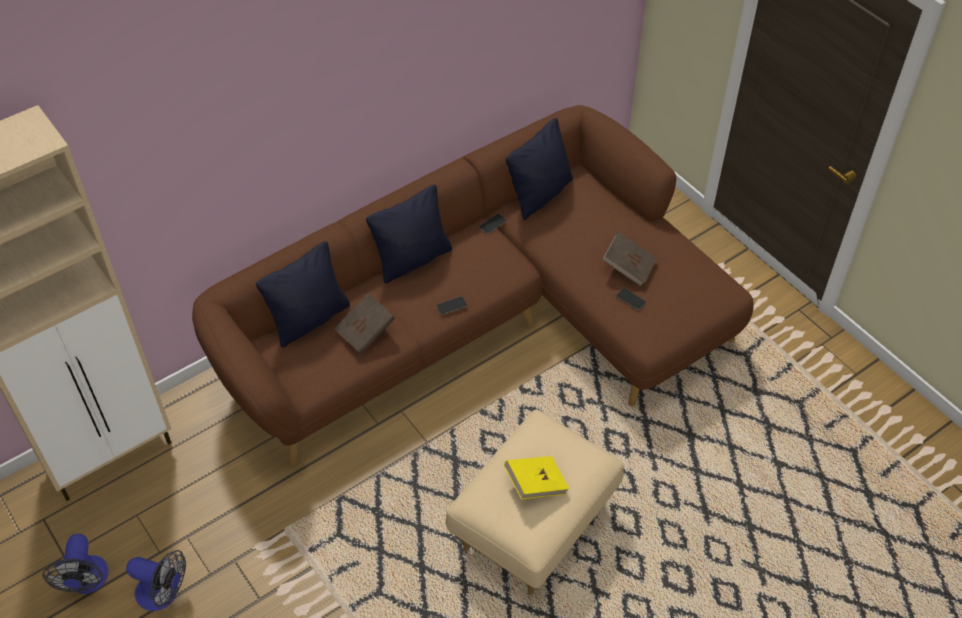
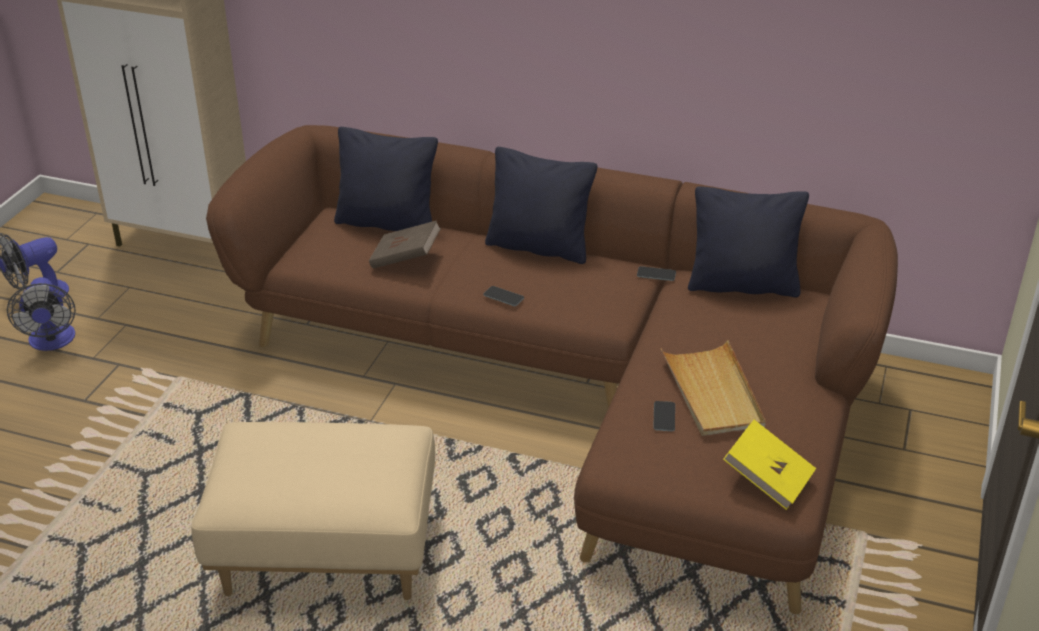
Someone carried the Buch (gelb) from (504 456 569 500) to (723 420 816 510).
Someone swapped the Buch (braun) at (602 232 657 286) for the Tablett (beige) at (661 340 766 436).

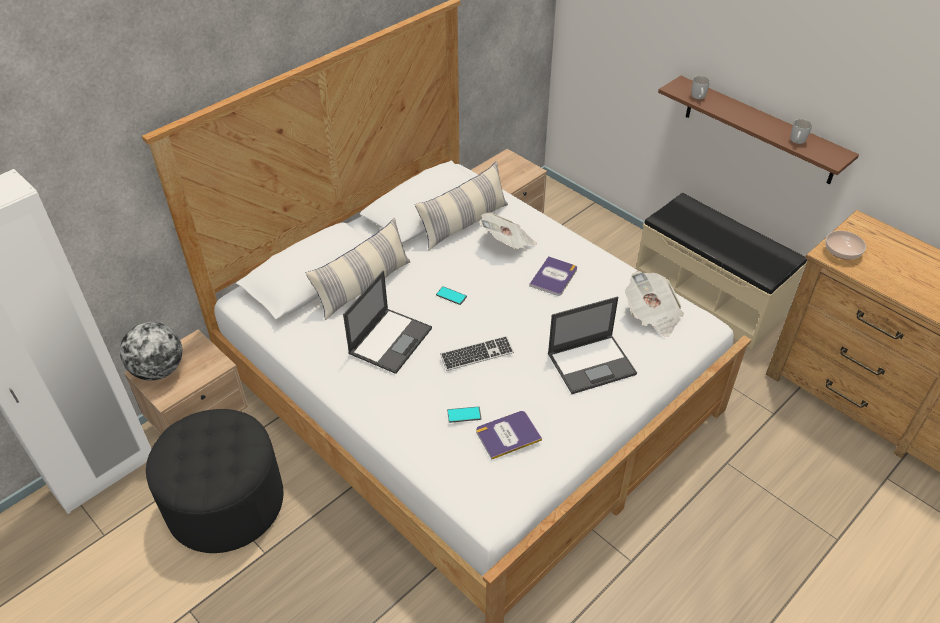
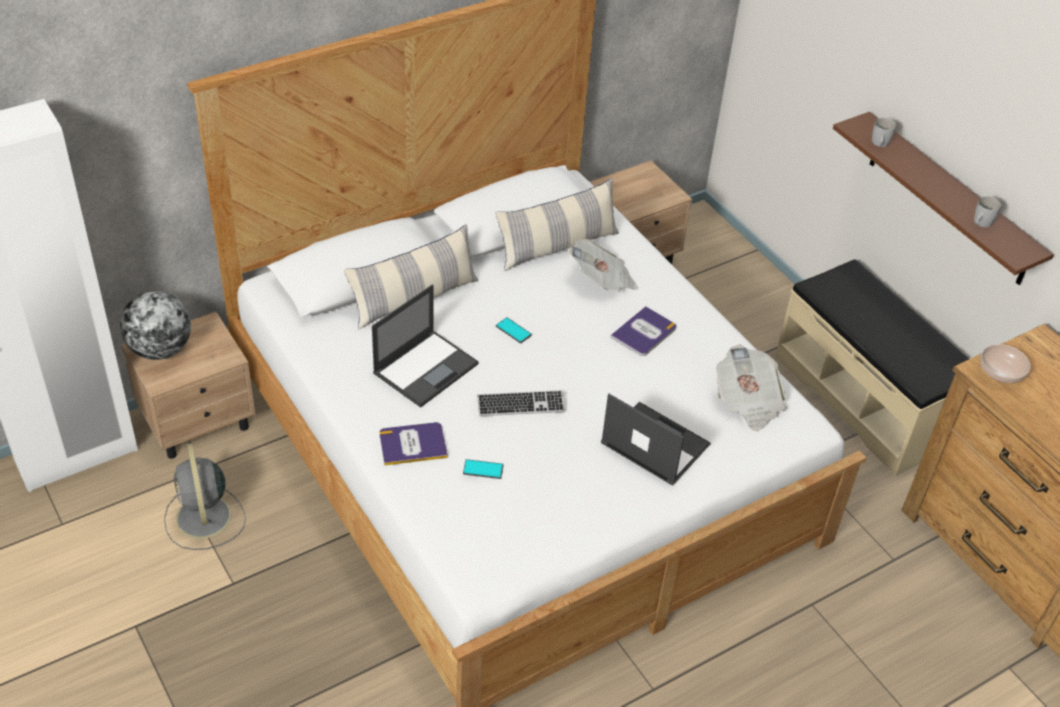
Someone swapped the Polsterhocker (schwarz) at (146 409 283 553) for the Ventilator (grau) at (164 443 246 550).
Someone carried the Buch from (476 411 542 460) to (379 422 448 466).
Someone rotated the Laptop at (548 297 637 394) by 135 degrees counterclockwise.

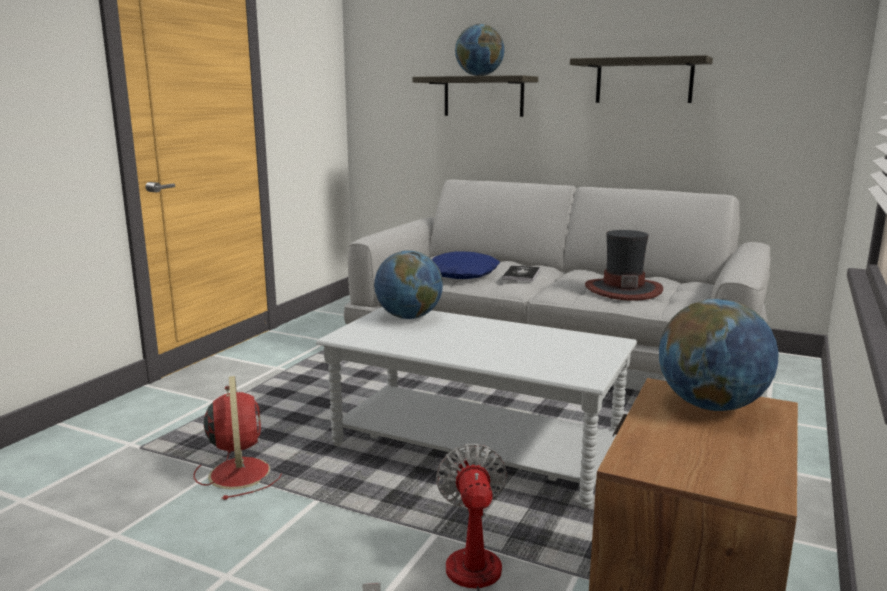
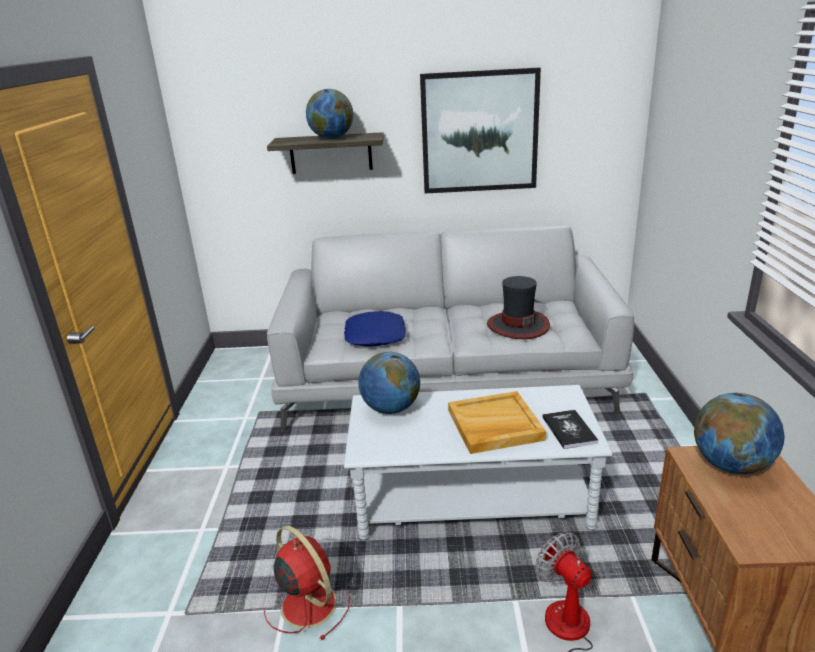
Someone carried the Buch from (502 265 540 282) to (542 410 598 449).
Someone swapped the Wandregal at (570 55 713 103) for the Bild at (420 67 541 193).
Someone put down the Tablett (beige) at (448 391 546 454).

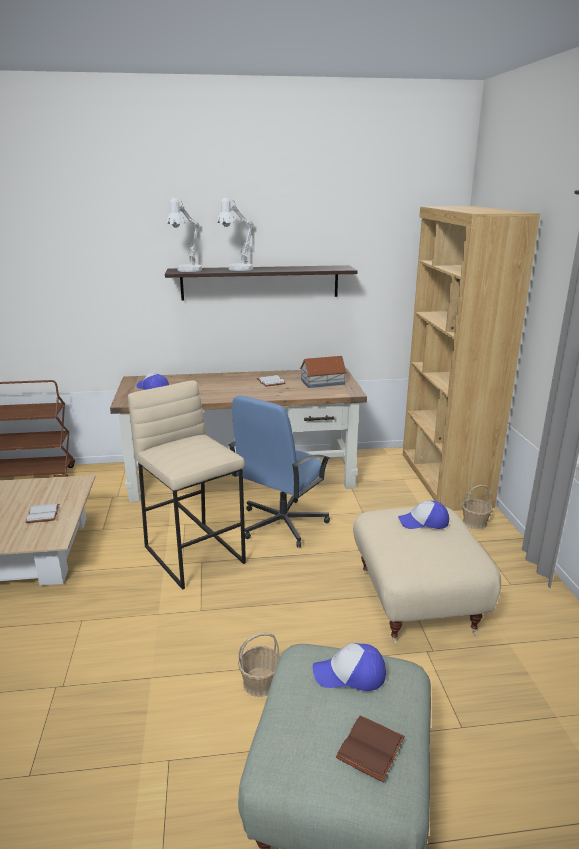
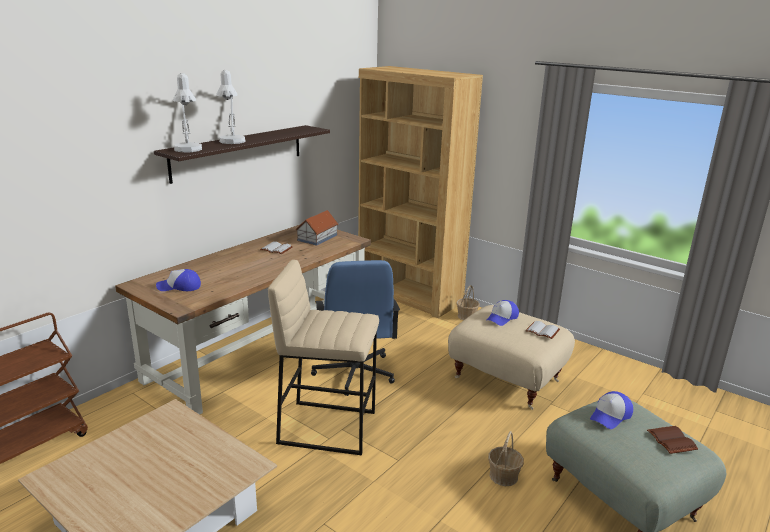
Someone carried the Buch (weiß) from (26 503 60 523) to (525 321 560 339).

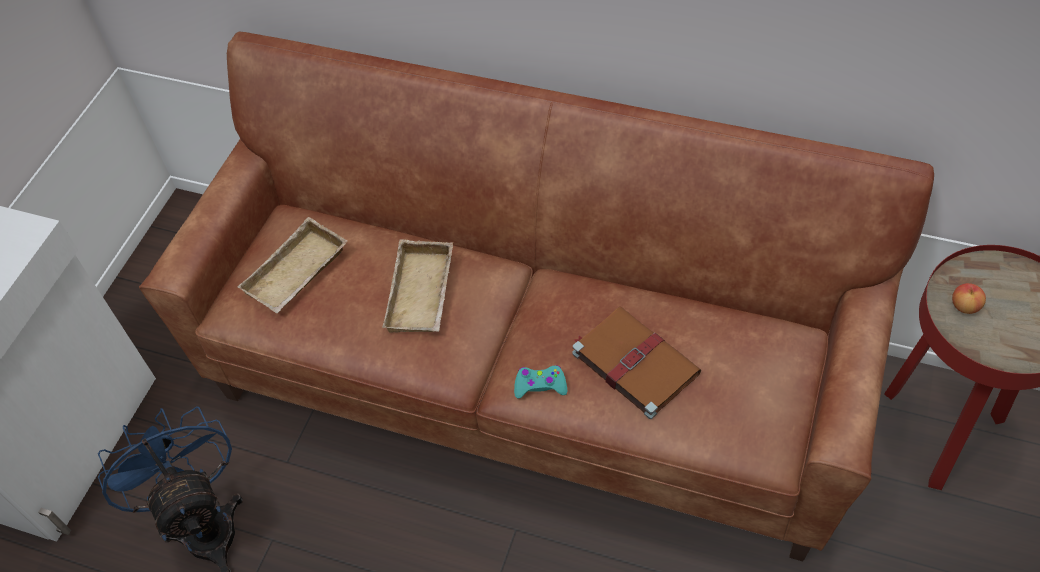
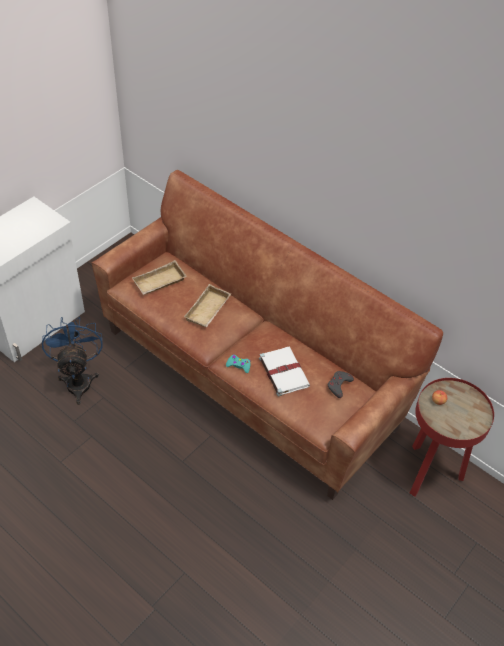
Someone repainted the Buch (braun) at (572 306 701 419), which became the Buch (weiß) at (259 347 310 396).
Someone put down the Gamepad (grau) at (328 371 354 398).

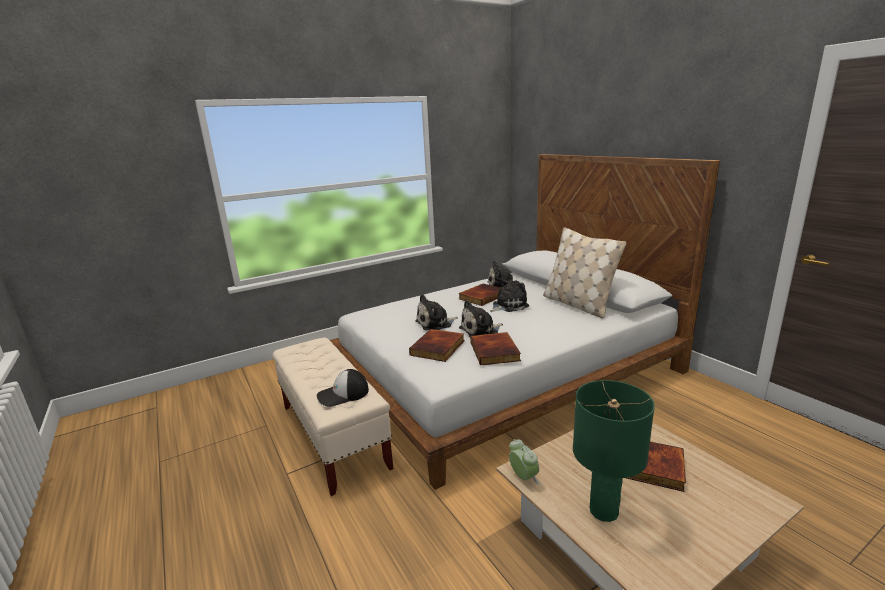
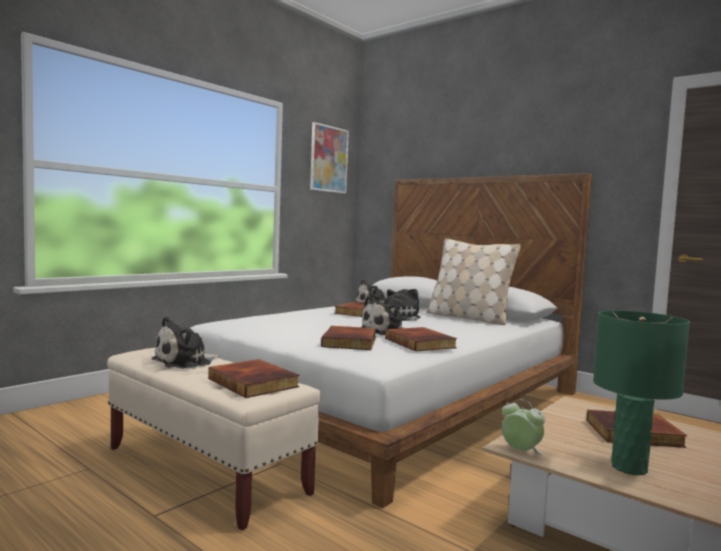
Someone swapped the Kappe at (317 369 369 407) for the Buch at (208 359 299 398).
Someone carried the Plüschtier from (415 294 458 330) to (152 316 220 369).
Someone put up the Bild at (310 122 349 193).

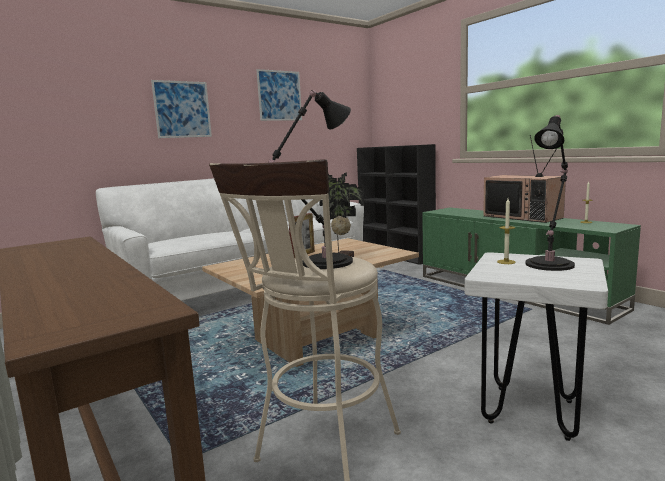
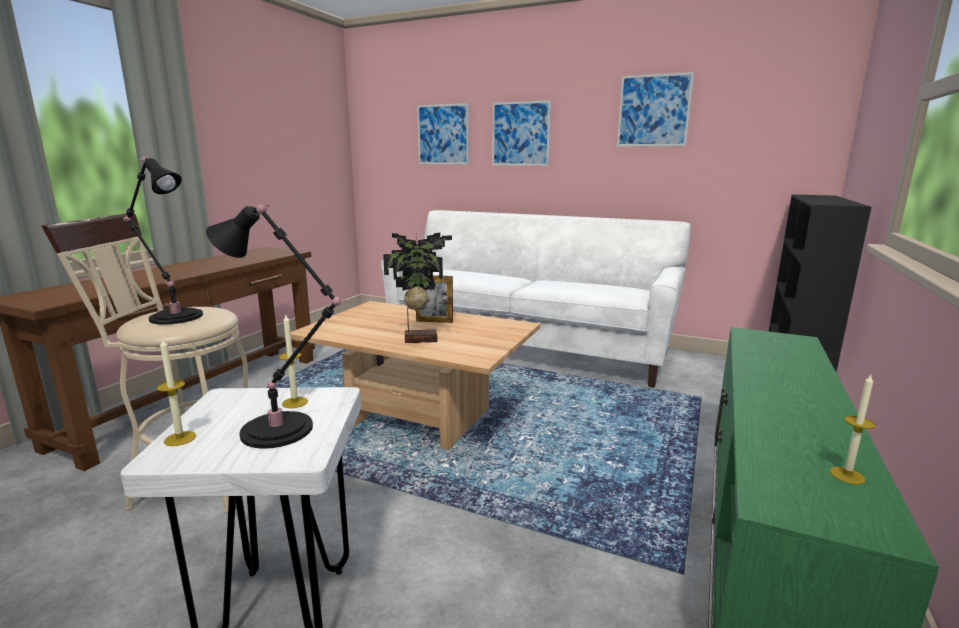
Someone took away the Fernseher at (483 135 566 223).
Someone put down the Kerze at (157 338 196 446).
Someone put up the Bild at (417 103 469 164).

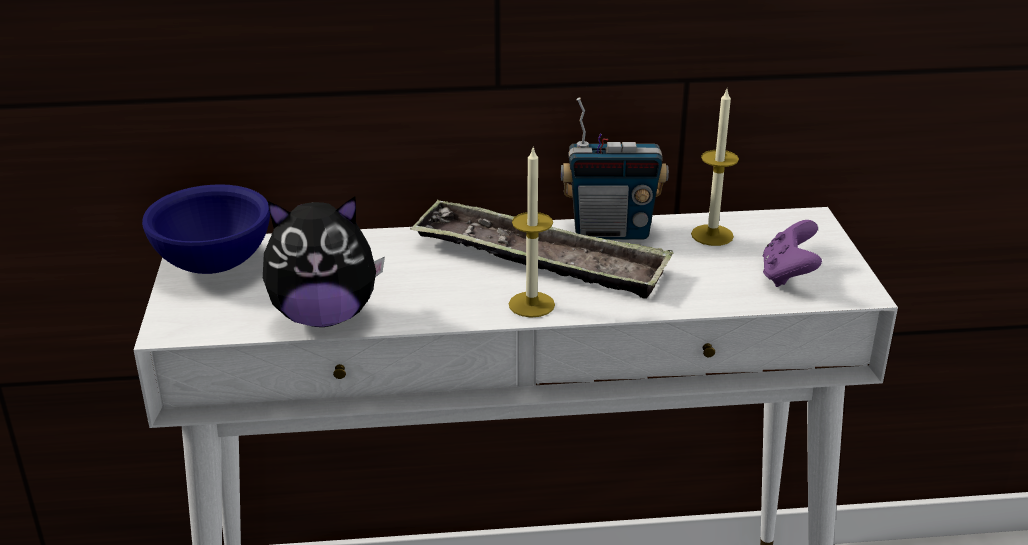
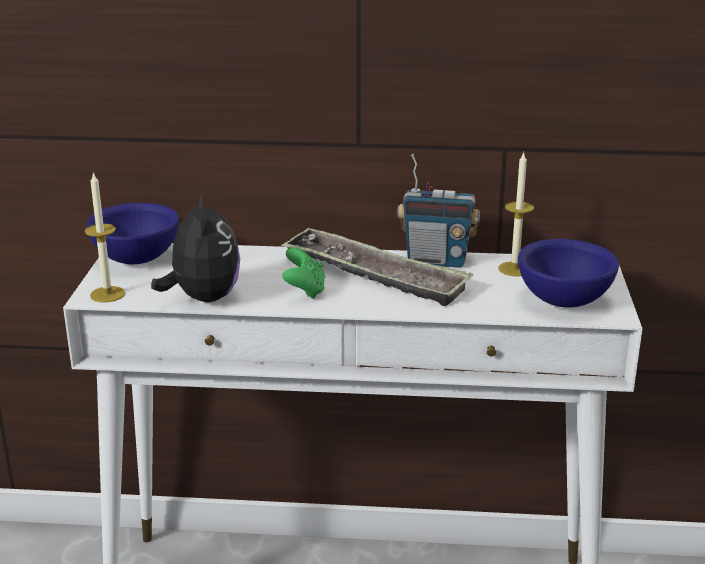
Someone rotated the Plüschtier at (263 197 385 327) by 105 degrees counterclockwise.
Someone carried the Kerze from (509 146 555 317) to (85 172 125 302).
Someone swapped the Gamepad (lila) at (763 220 822 287) for the Schüssel (blau) at (518 239 619 308).
Someone put down the Gamepad (grün) at (282 247 325 299).

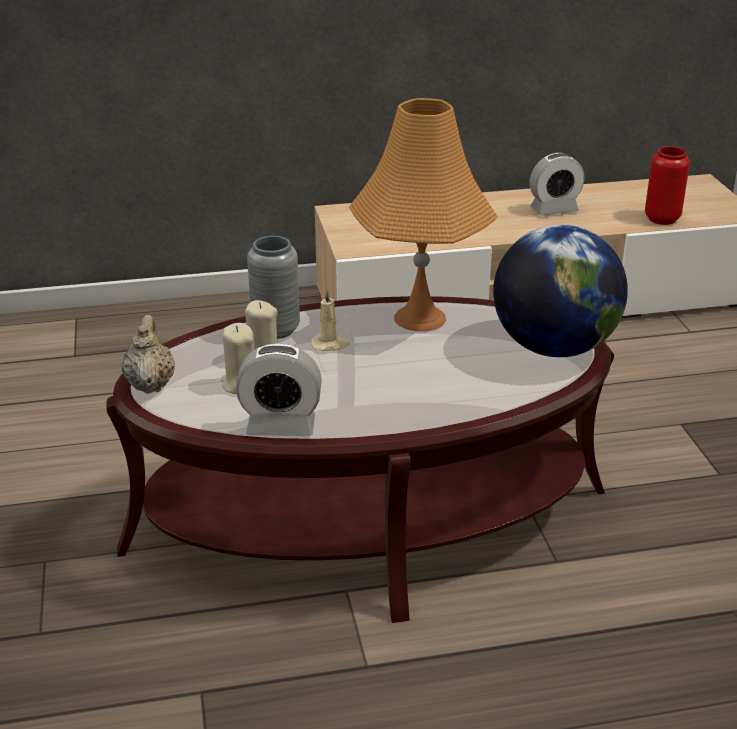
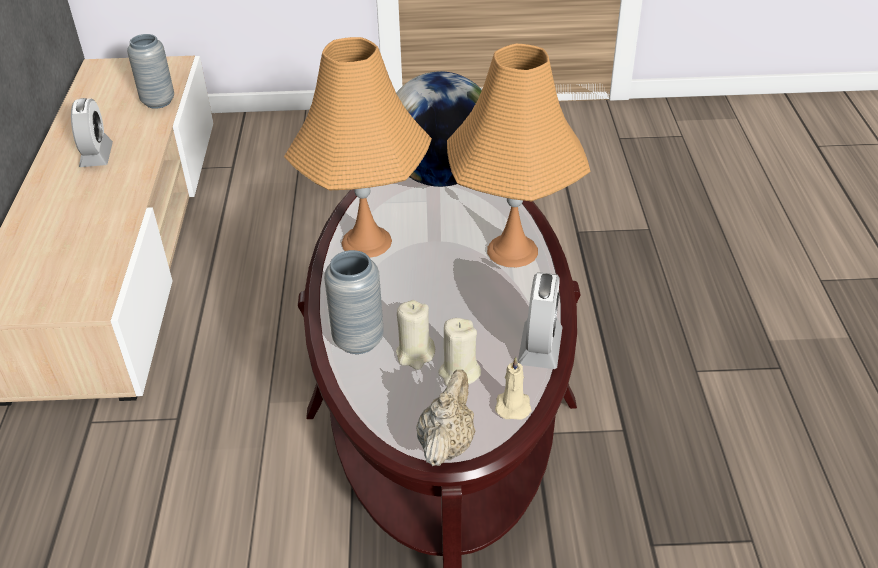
Someone rotated the Teekanne (beige) at (122 315 175 394) by 105 degrees clockwise.
Someone carried the Kerze (beige) from (311 289 350 351) to (495 357 532 420).
Someone repainted the Vase (rot) at (645 146 690 225), which became the Vase (grau) at (127 34 174 109).
Someone put down the Tischlampe (orange) at (447 43 591 267).

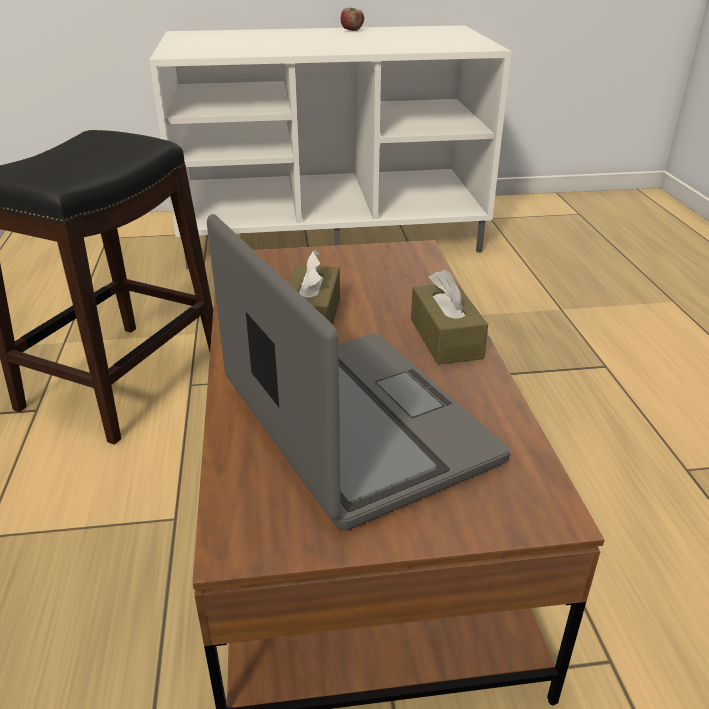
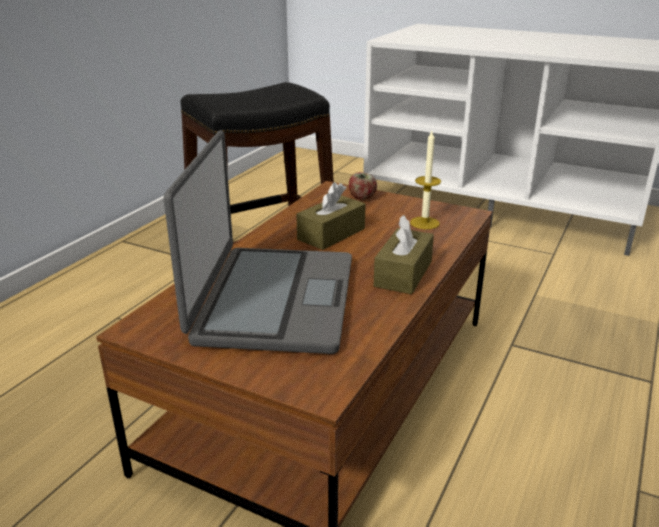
Someone carried the Apfel from (341 8 364 31) to (349 172 377 200).
Someone put down the Kerze at (410 131 441 229).

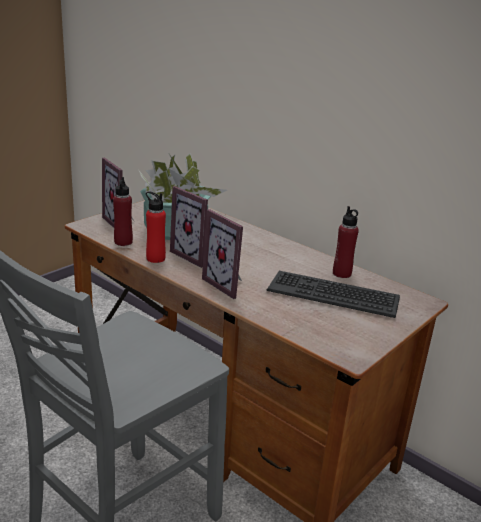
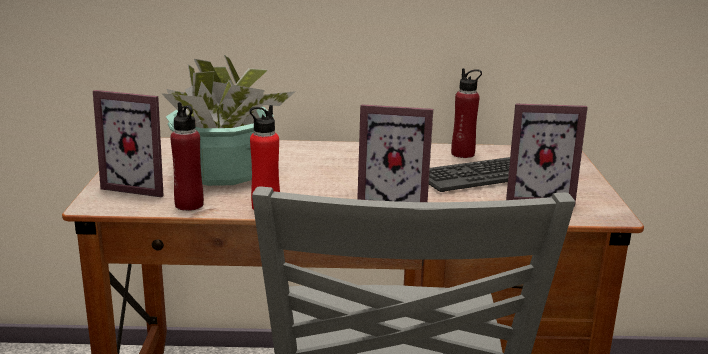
Someone carried the Bilderrahmen from (170 186 208 268) to (506 104 588 206).

